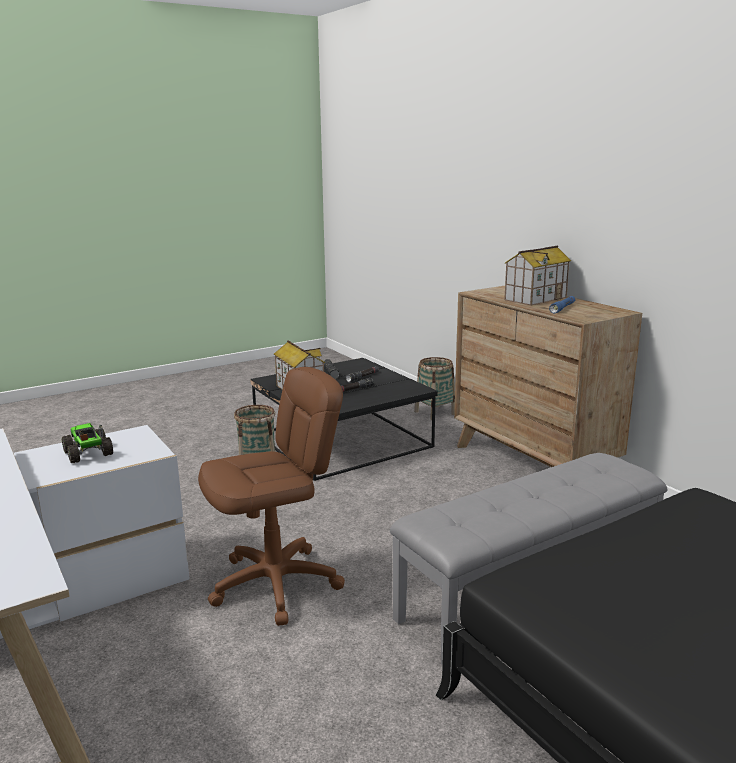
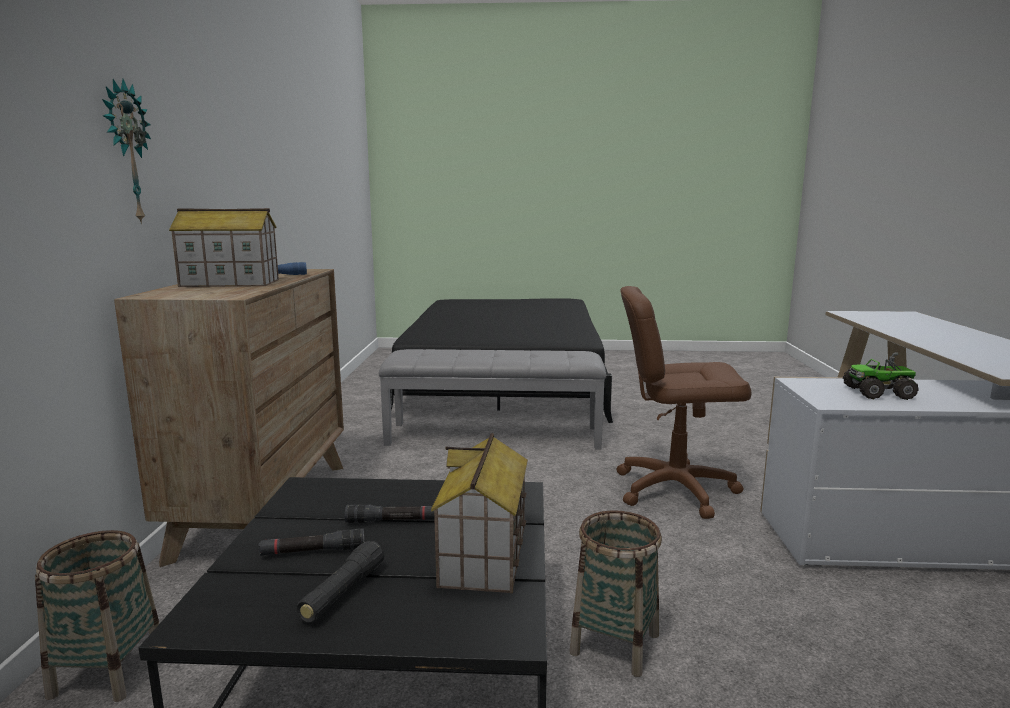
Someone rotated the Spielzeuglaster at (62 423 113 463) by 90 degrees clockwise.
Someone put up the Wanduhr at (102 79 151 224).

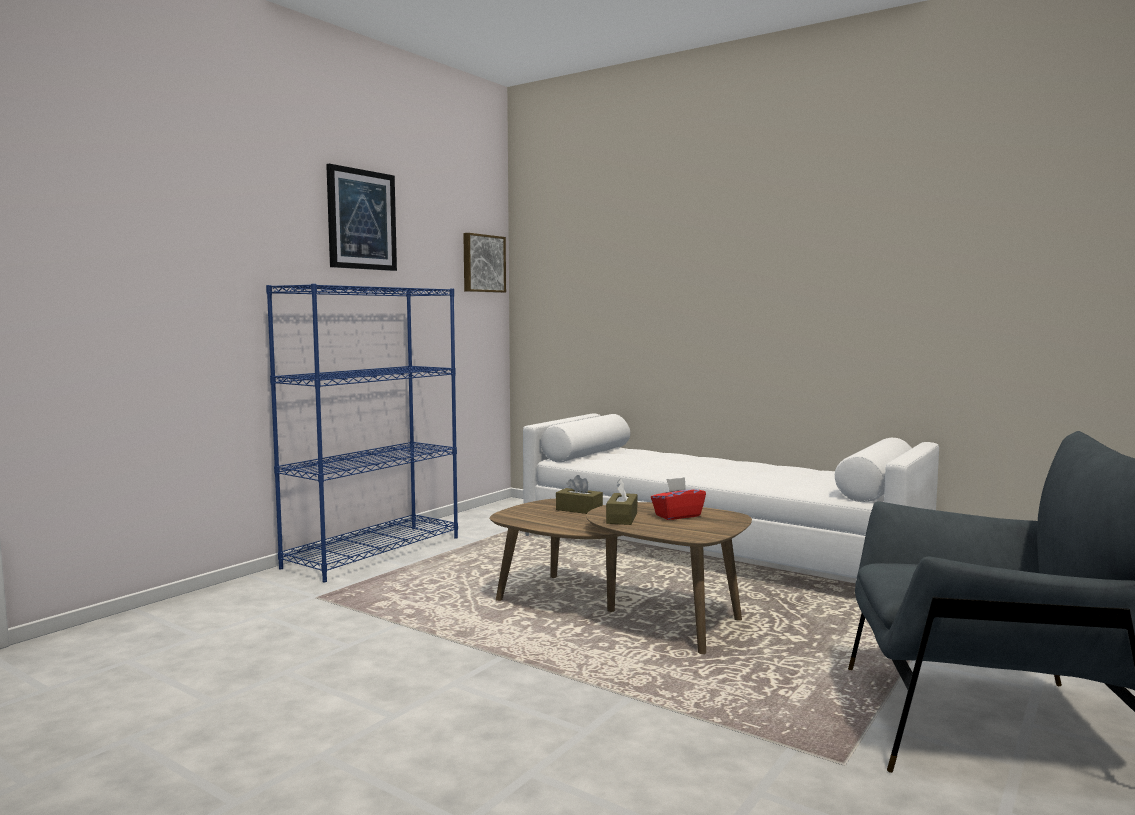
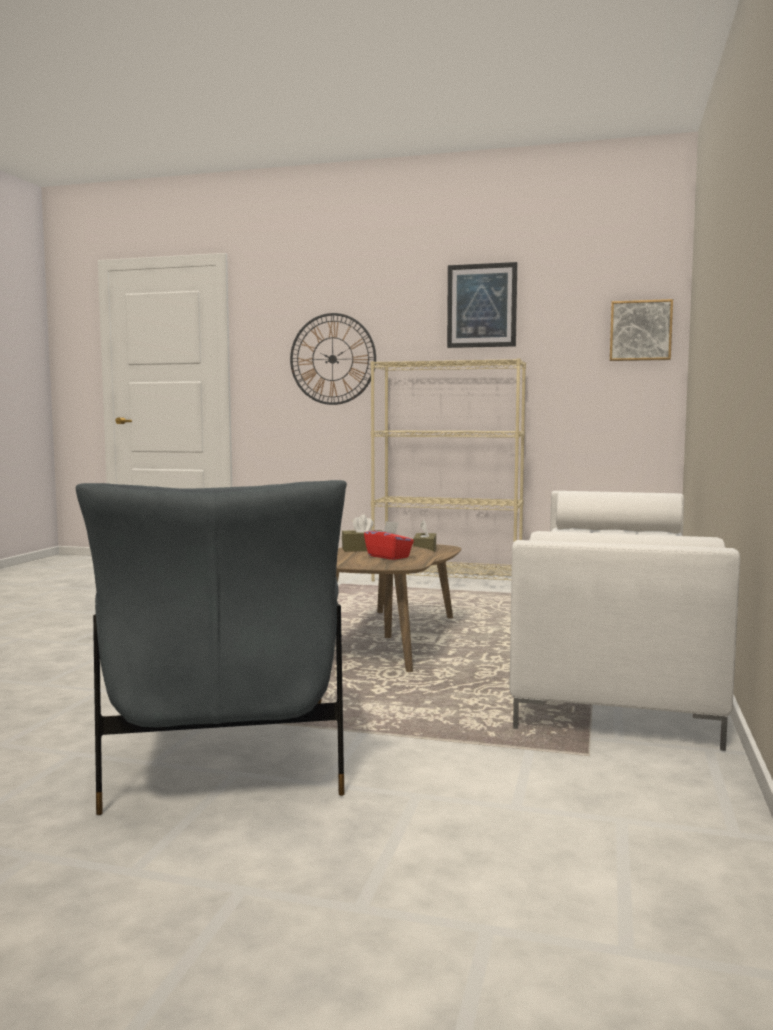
Someone repainted the Bücherregal (blau) at (266 284 458 582), which became the Bücherregal (beige) at (371 358 526 581).
Someone put up the Wanduhr at (290 313 376 405).

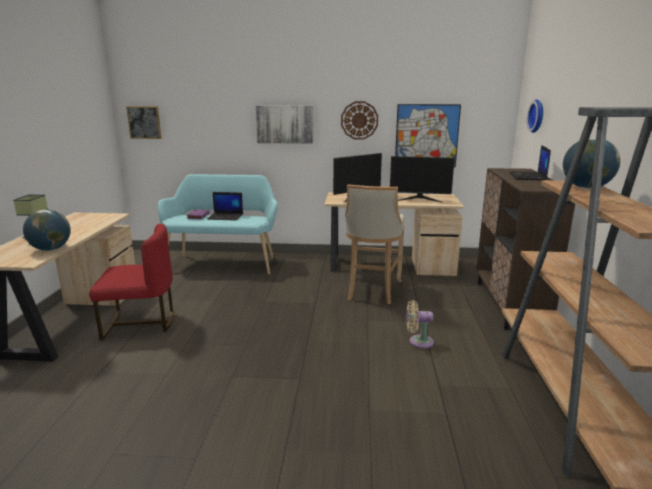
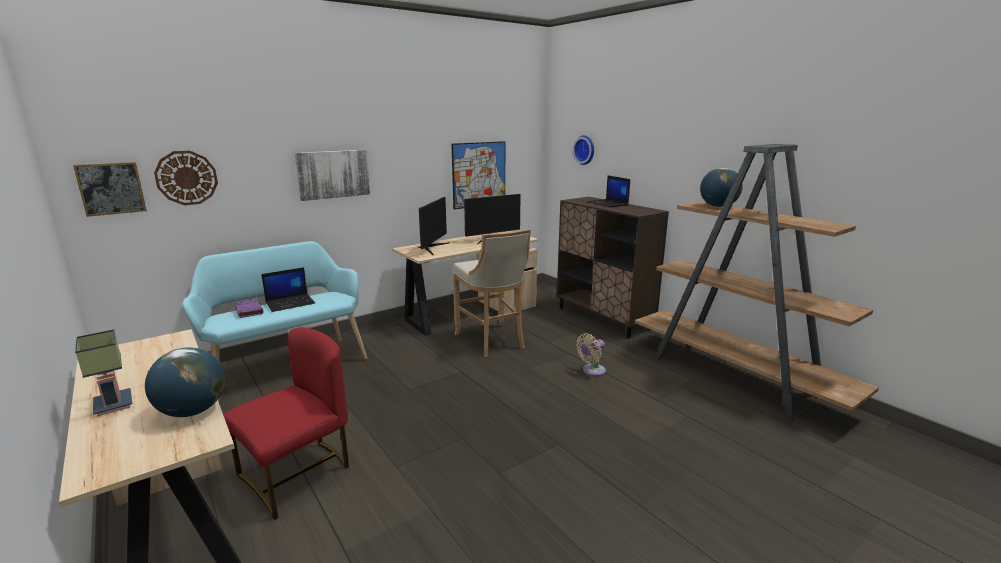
Someone carried the Wanduhr from (341 101 378 140) to (154 151 218 205).

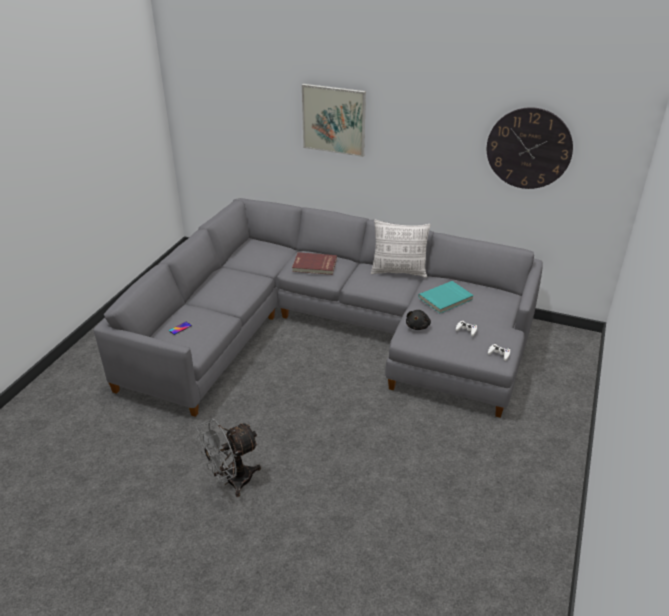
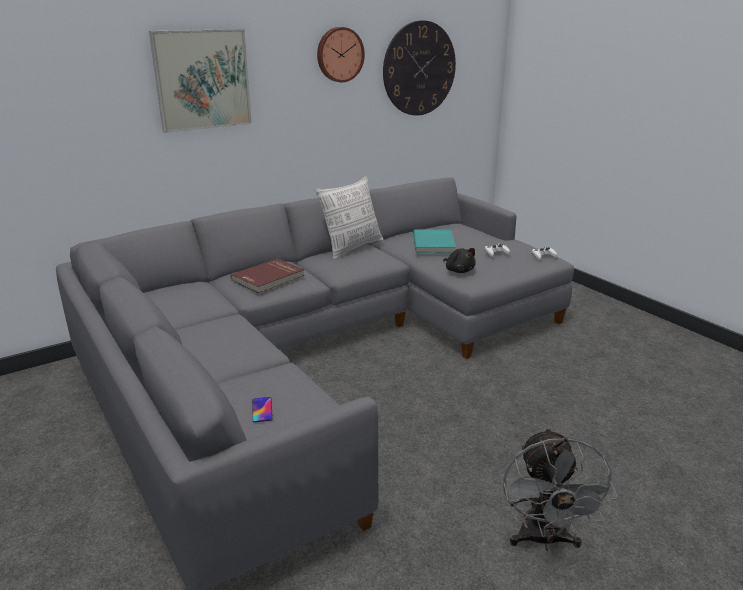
Someone put up the Wanduhr at (317 27 365 82).

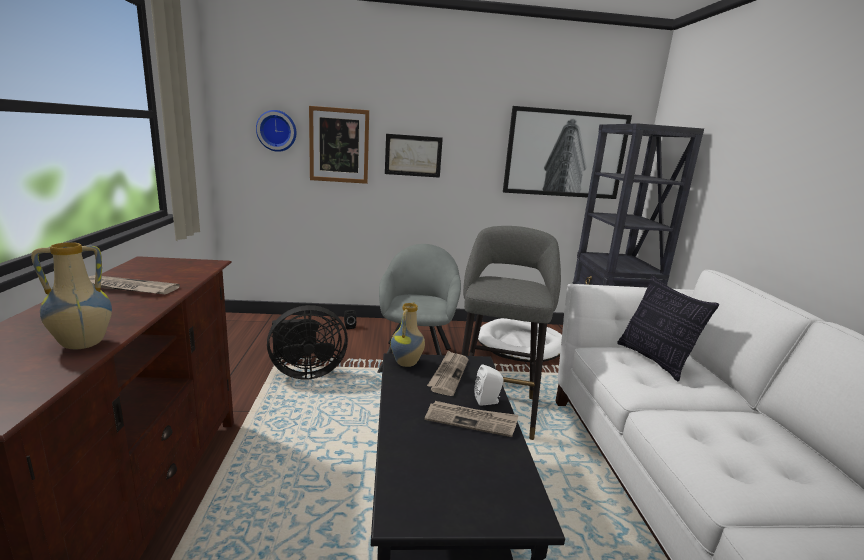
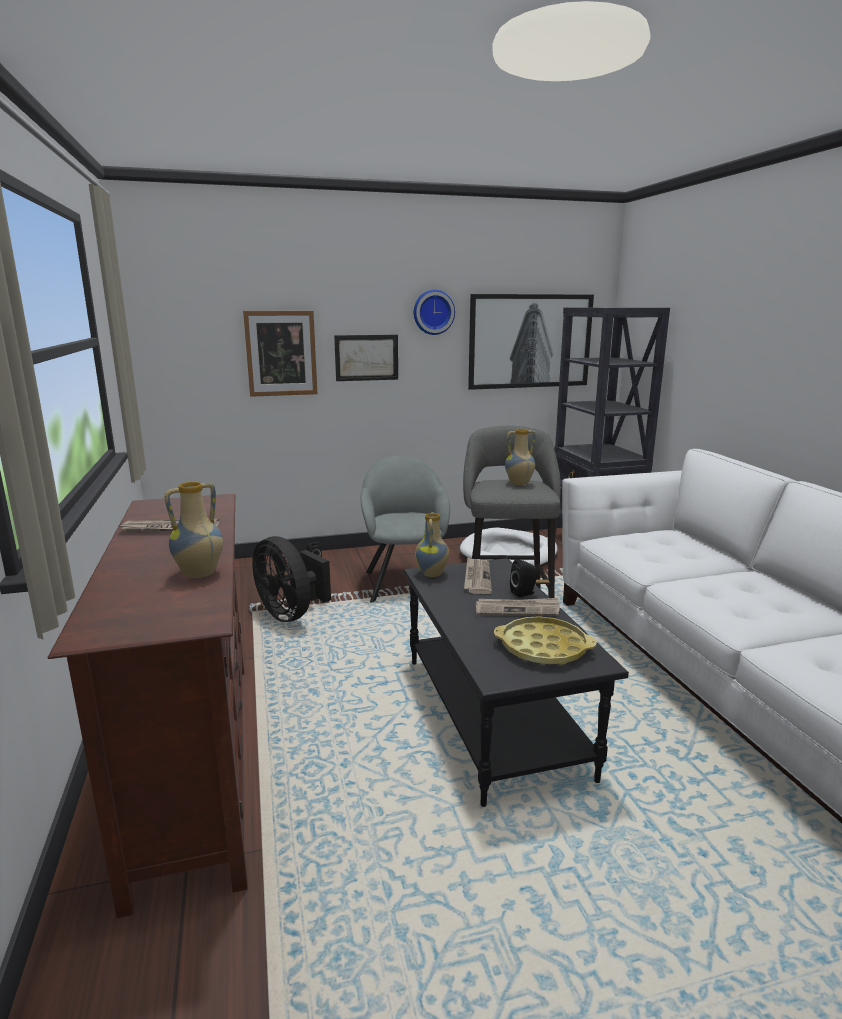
Someone carried the Wanduhr from (256 110 296 152) to (414 290 455 335).
Someone rotated the Ventilator (schwarz) at (267 305 348 380) by 75 degrees clockwise.
Someone repainted the Lautsprecher (weiß) at (475 364 503 406), which became the Lautsprecher (schwarz) at (510 559 538 598).
Someone took away the Kissen at (617 276 719 381).
Someone put down the Tablett (gelb) at (494 616 597 665).
Someone put down the Vase at (505 429 536 485).

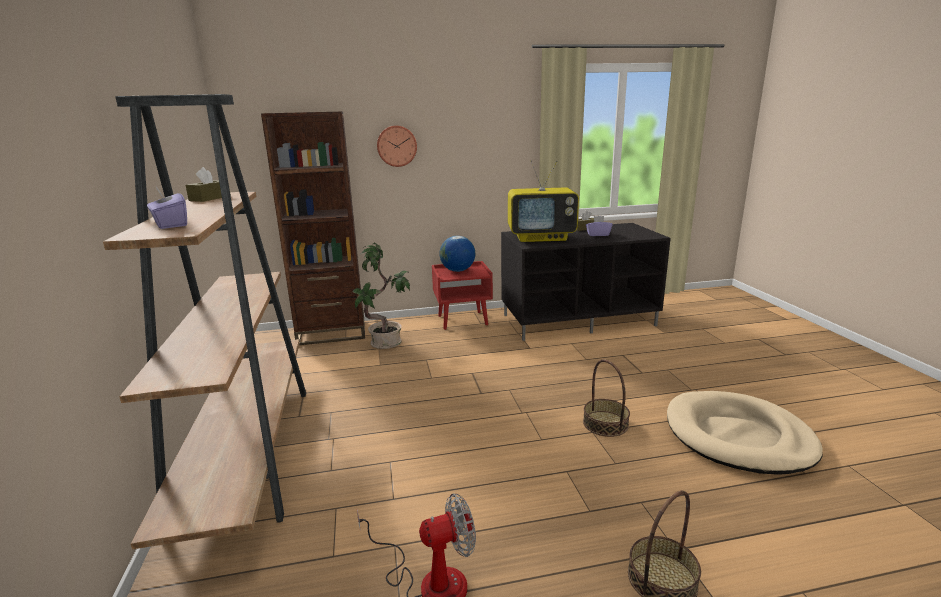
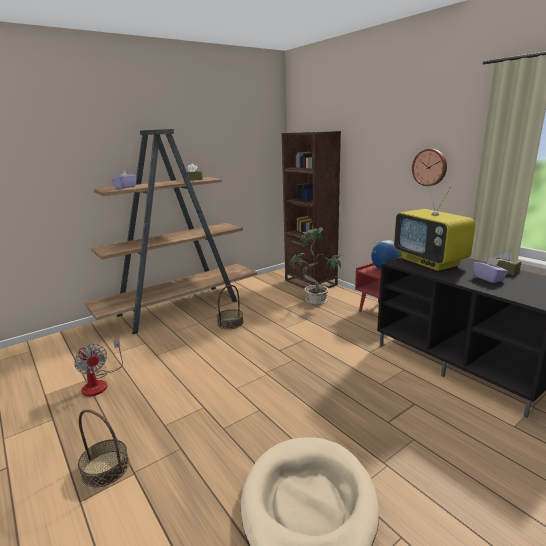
Someone carried the Wanduhr from (377 126 417 167) to (412 149 447 186).
Someone carried the Korb from (583 359 630 437) to (217 285 244 329).

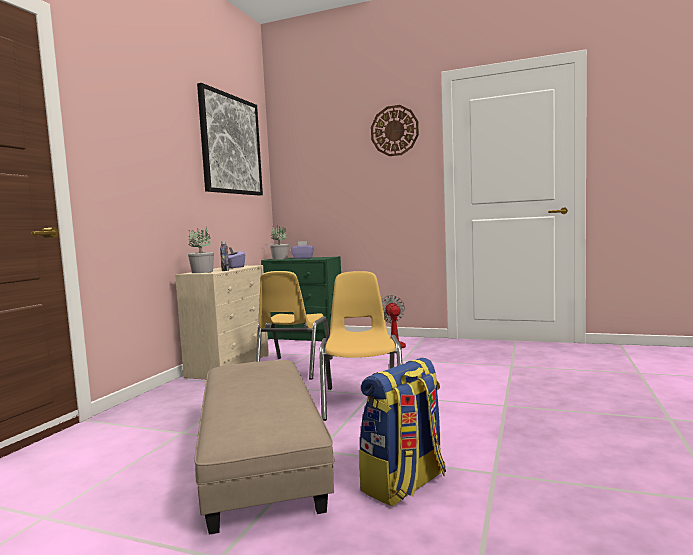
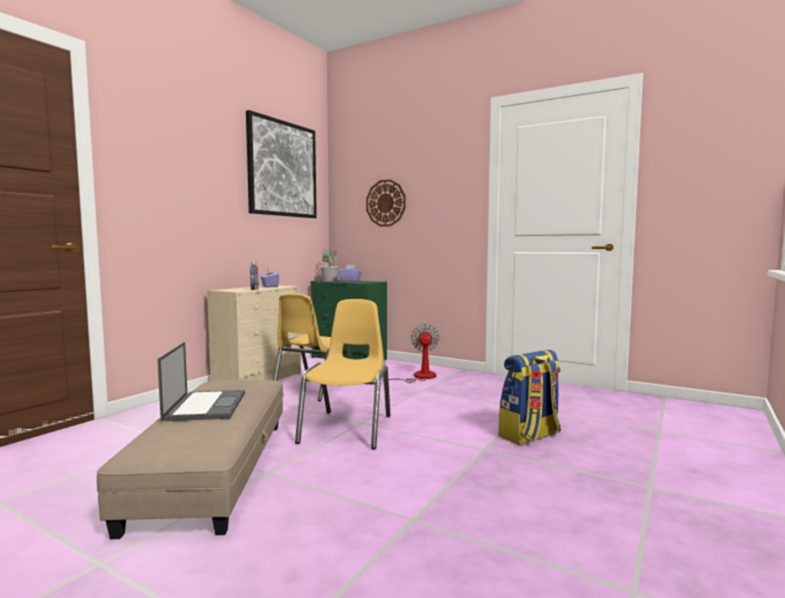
Someone took away the Topfpflanze at (188 227 214 273).
Someone carried the Rucksack from (359 358 446 506) to (499 350 561 445).
Someone carried the Wanduhr from (371 105 419 156) to (366 179 406 227).
Someone put down the Laptop at (158 342 245 421).

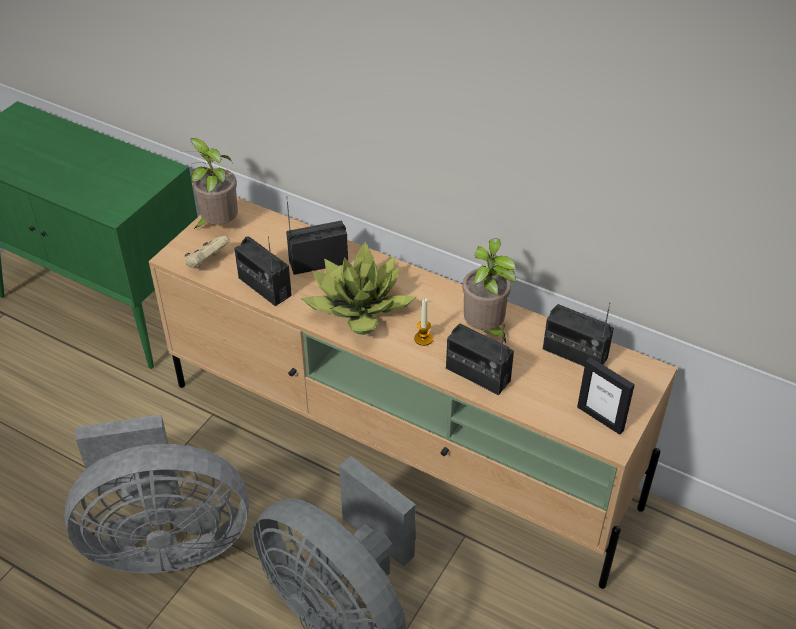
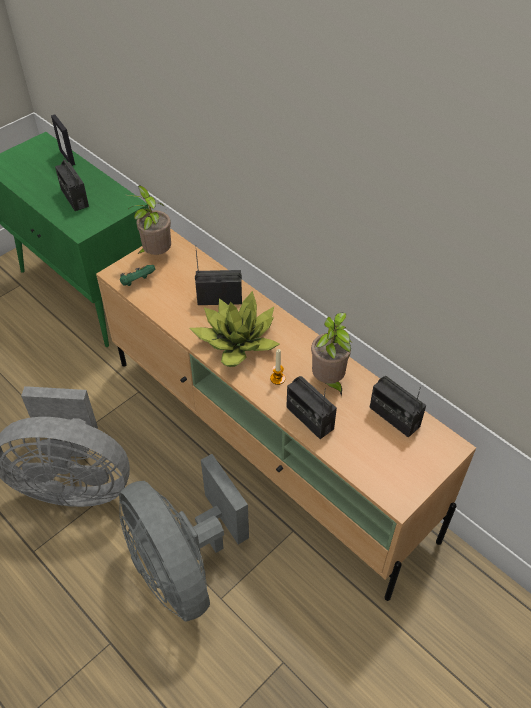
Someone repainted the Gamepad (beige) at (185 235 229 268), which became the Gamepad (grün) at (120 265 156 286).
Someone carried the Radio from (234 236 292 306) to (55 158 89 211).
Someone carried the Bilderrahmen from (577 357 635 435) to (51 115 75 166).

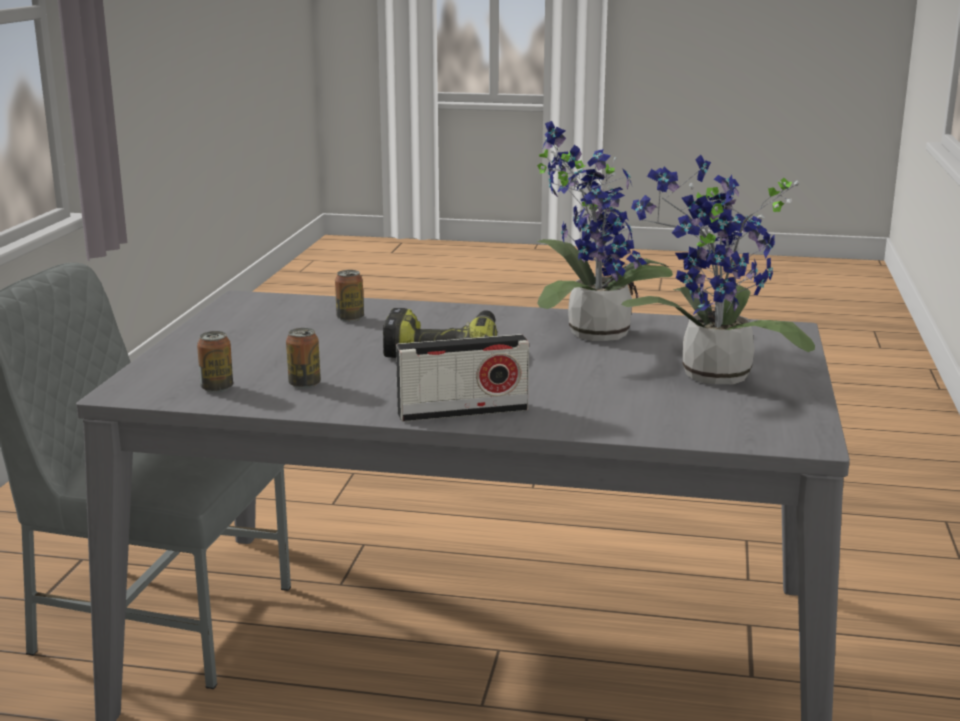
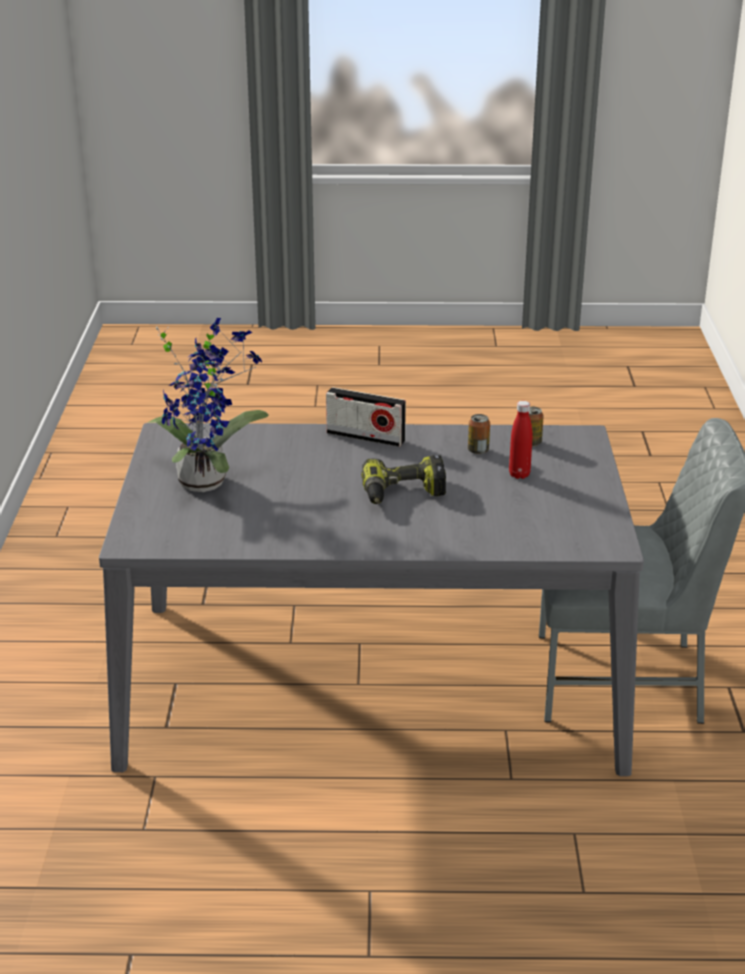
Someone took away the Dose at (335 270 364 322).
Someone rotated the Radio at (396 334 529 422) by 135 degrees counterclockwise.
Someone took away the Topfpflanze at (536 121 673 341).
Someone put down the Flasche (rot) at (509 401 532 479).

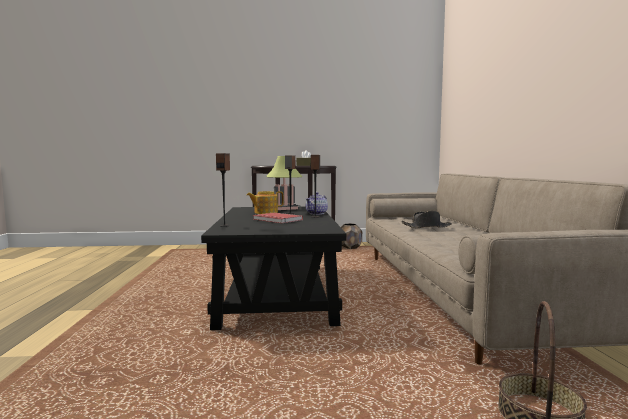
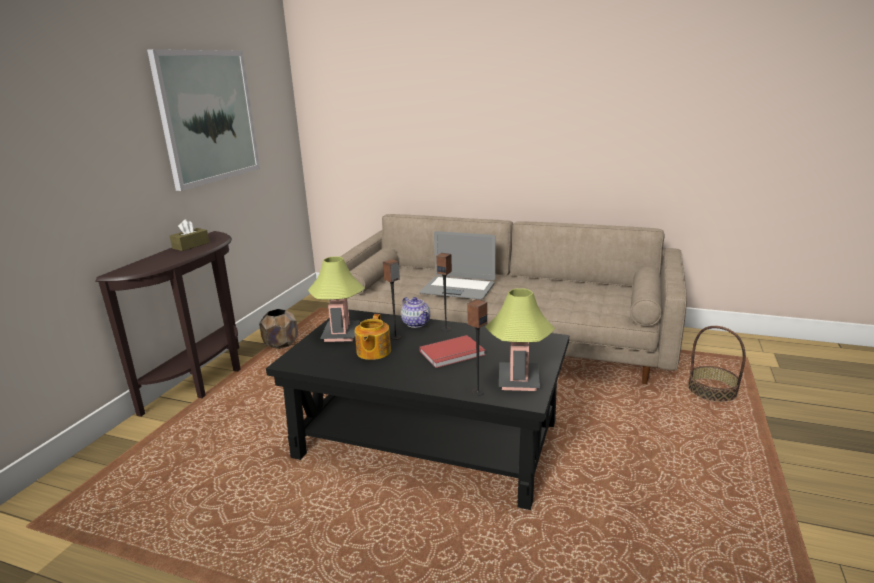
Someone swapped the Hut (schwarz) at (401 211 452 228) for the Laptop at (420 231 495 300).
Someone put up the Bild at (147 49 260 191).
Someone put down the Tischlampe at (486 288 555 391).

